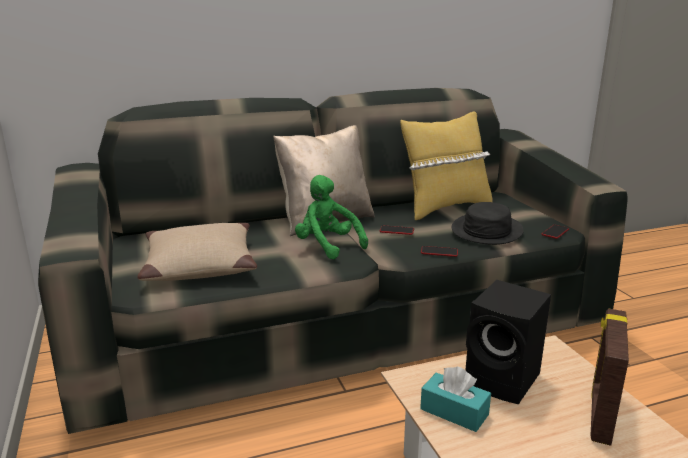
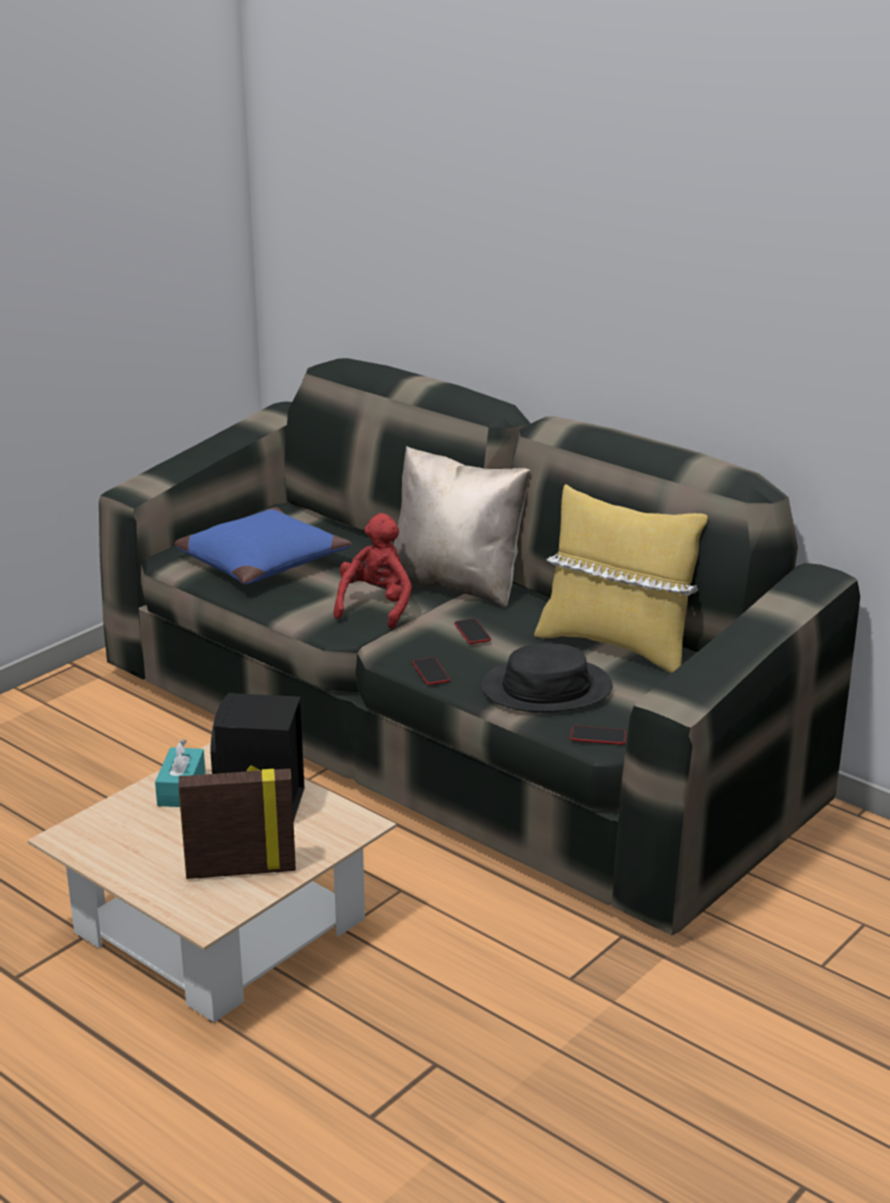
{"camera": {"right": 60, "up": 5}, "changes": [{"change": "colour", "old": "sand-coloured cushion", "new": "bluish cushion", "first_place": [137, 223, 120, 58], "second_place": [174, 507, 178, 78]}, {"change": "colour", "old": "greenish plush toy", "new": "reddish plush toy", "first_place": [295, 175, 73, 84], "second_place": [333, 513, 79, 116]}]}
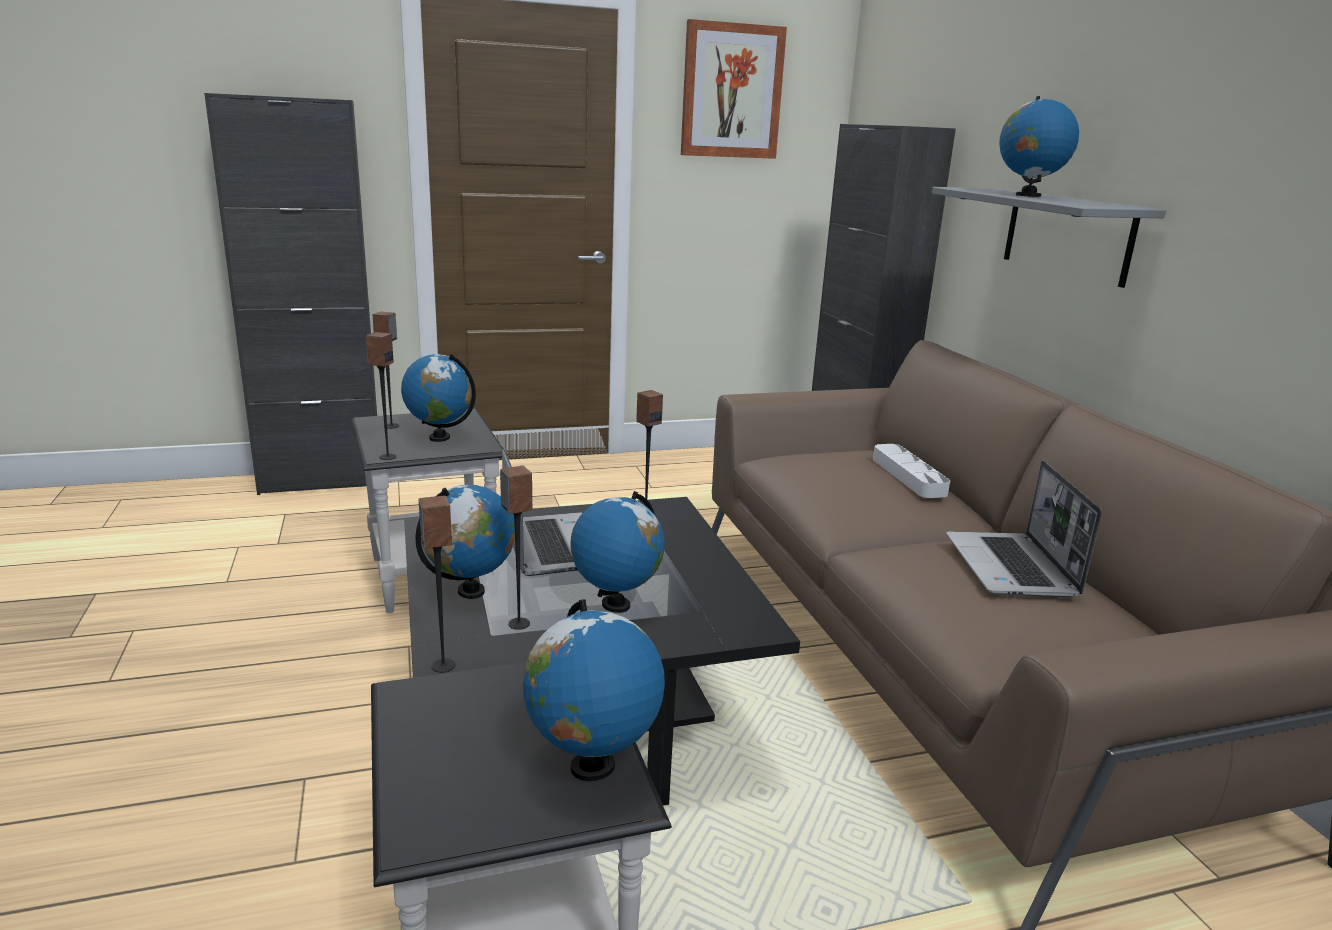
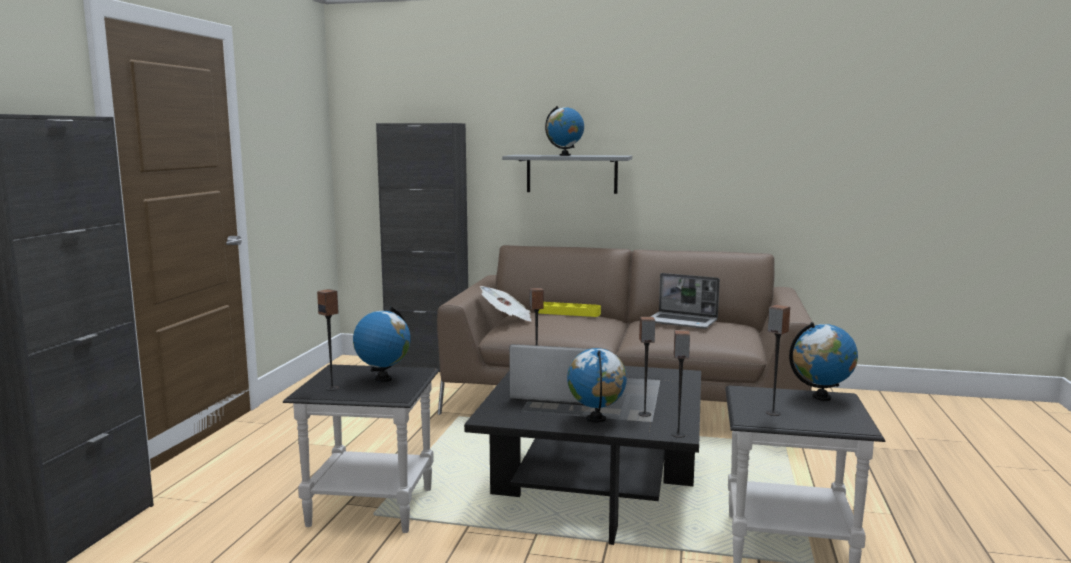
{"camera": {"right": -60, "up": -10}, "changes": [{"change": "missing", "old": "globe", "first_place": [570, 491, 95, 122]}, {"change": "missing", "old": "wall picture", "first_place": [681, 19, 106, 140]}, {"change": "appeared", "new": "printed paper", "second_place": [480, 286, 51, 36]}, {"change": "relocated", "old": "speaker", "first_place": [366, 332, 30, 128], "second_place": [766, 304, 24, 112]}, {"change": "colour", "old": "greyish carrying tray", "new": "yellow-coloured carrying tray", "first_place": [873, 444, 77, 54], "second_place": [538, 302, 63, 15]}]}
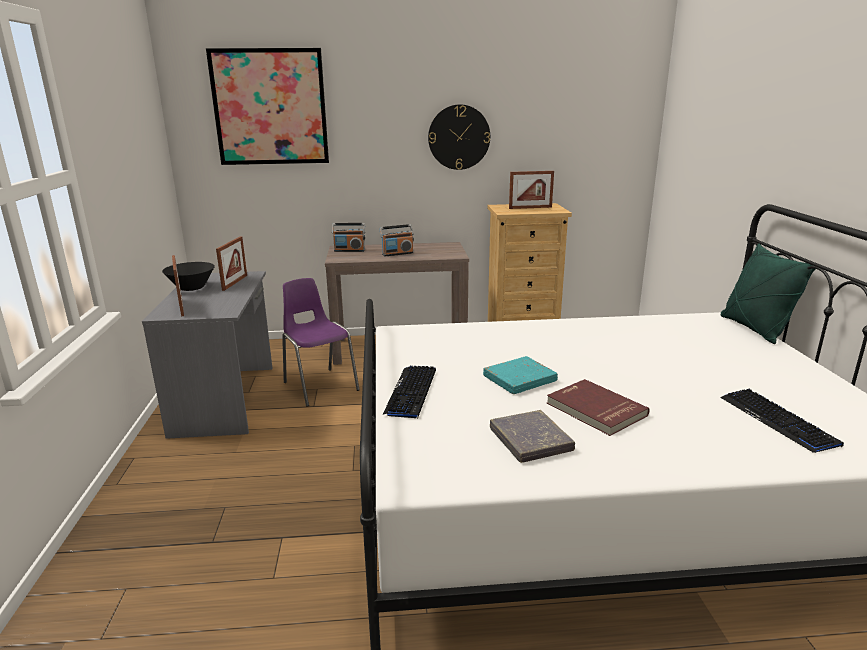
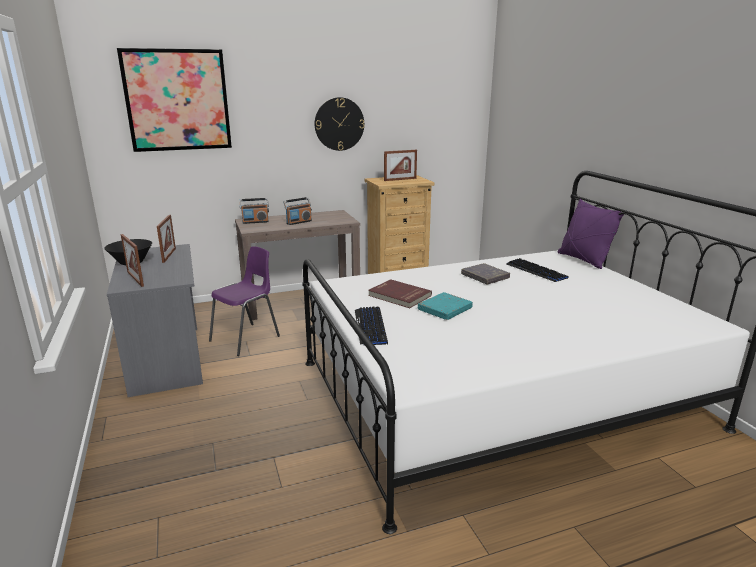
{"camera": {"right": -15, "up": 0}, "changes": [{"change": "relocated", "old": "greyish book", "first_place": [490, 410, 85, 53], "second_place": [461, 263, 49, 21]}, {"change": "relocated", "old": "reddish book", "first_place": [547, 379, 103, 57], "second_place": [368, 279, 64, 29]}, {"change": "relocated", "old": "keyboard", "first_place": [720, 389, 124, 64], "second_place": [506, 258, 62, 24]}, {"change": "colour", "old": "greenish cushion", "new": "purple-coloured cushion", "first_place": [721, 243, 94, 101], "second_place": [558, 199, 66, 70]}, {"change": "spun", "old": "purple-coloured upright chair", "first_place": [282, 278, 78, 129], "second_place": [209, 246, 71, 110], "degrees": 90}]}
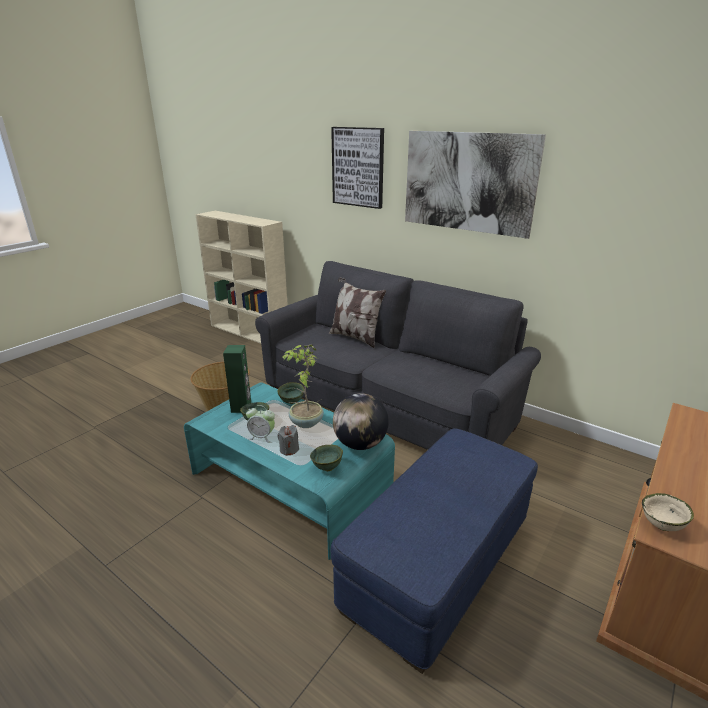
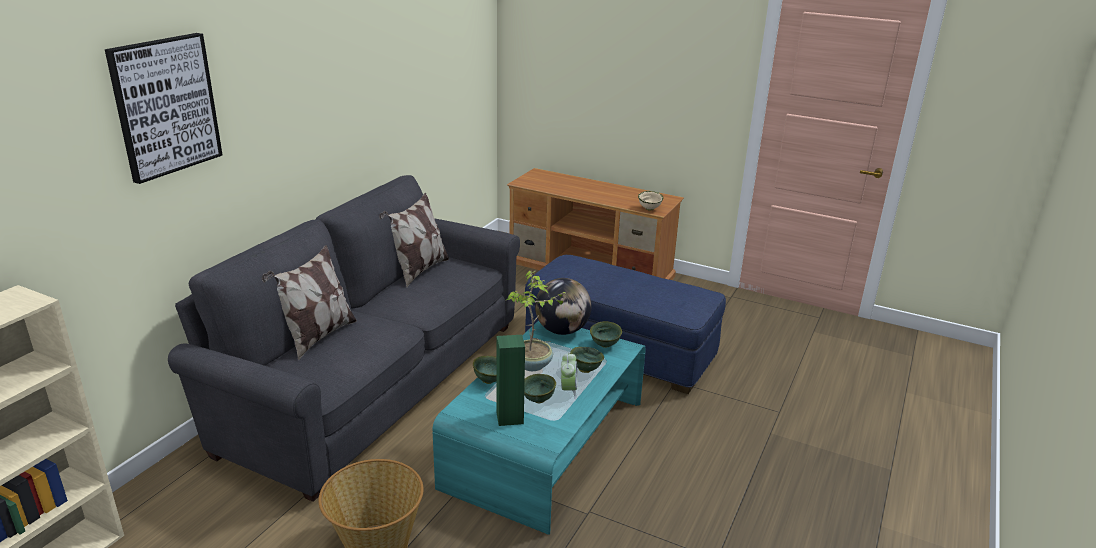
{"camera": {"right": -100, "up": 0}, "changes": [{"change": "missing", "old": "wall picture", "first_place": [405, 131, 141, 108]}, {"change": "appeared", "new": "cushion", "second_place": [379, 193, 70, 94]}, {"change": "exchanged", "old": "greyish wax candle", "new": "greenish bowl", "first_place": [278, 425, 21, 31], "second_place": [570, 347, 34, 26]}]}
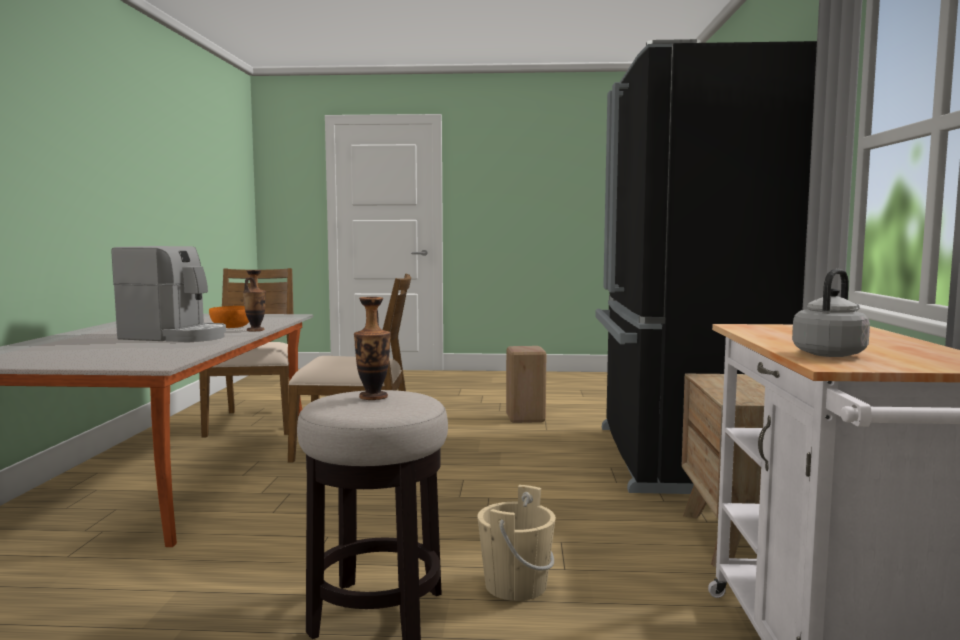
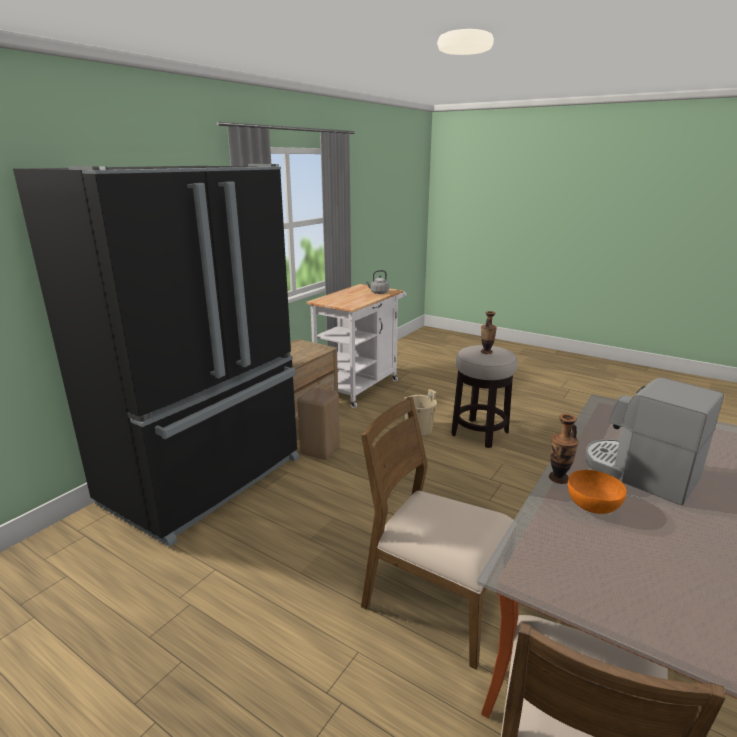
{"camera": {"right": -150, "up": 15}, "changes": [{"change": "relocated", "old": "sand-coloured sitting stool", "first_place": [506, 346, 40, 77], "second_place": [297, 388, 43, 72]}]}
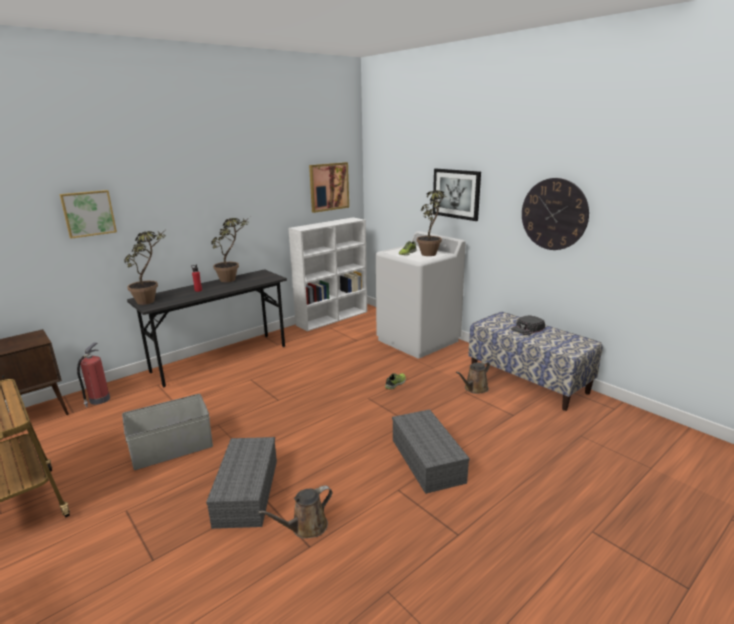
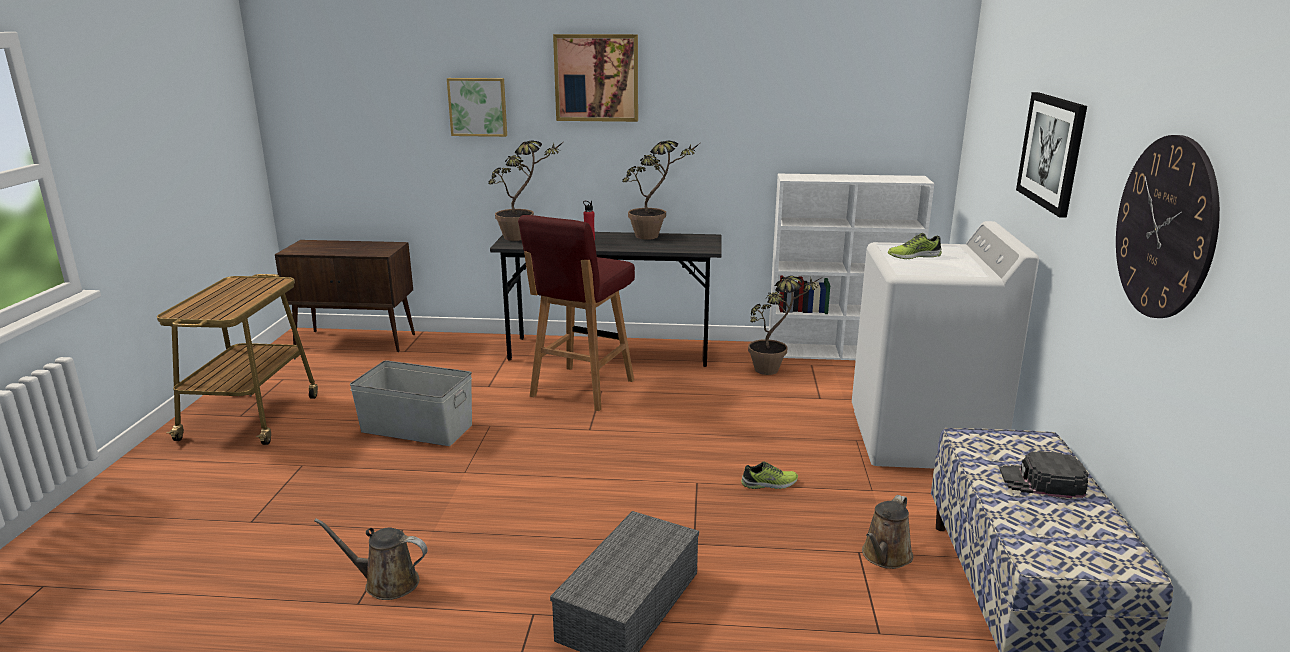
{"camera": {"right": 45, "up": 0}, "changes": [{"change": "missing", "old": "fire extinguisher", "first_place": [77, 343, 33, 64]}, {"change": "missing", "old": "greyish storage bin", "first_place": [206, 437, 71, 92]}, {"change": "appeared", "new": "reddish sitting stool", "second_place": [518, 215, 117, 196]}, {"change": "relocated", "old": "wall picture", "first_place": [309, 162, 40, 51], "second_place": [553, 34, 85, 88]}, {"change": "relocated", "old": "houseplant", "first_place": [417, 190, 29, 66], "second_place": [748, 276, 73, 99]}, {"change": "spun", "old": "brown watering can", "first_place": [456, 361, 34, 33], "second_place": [862, 495, 51, 74], "degrees": -60}]}
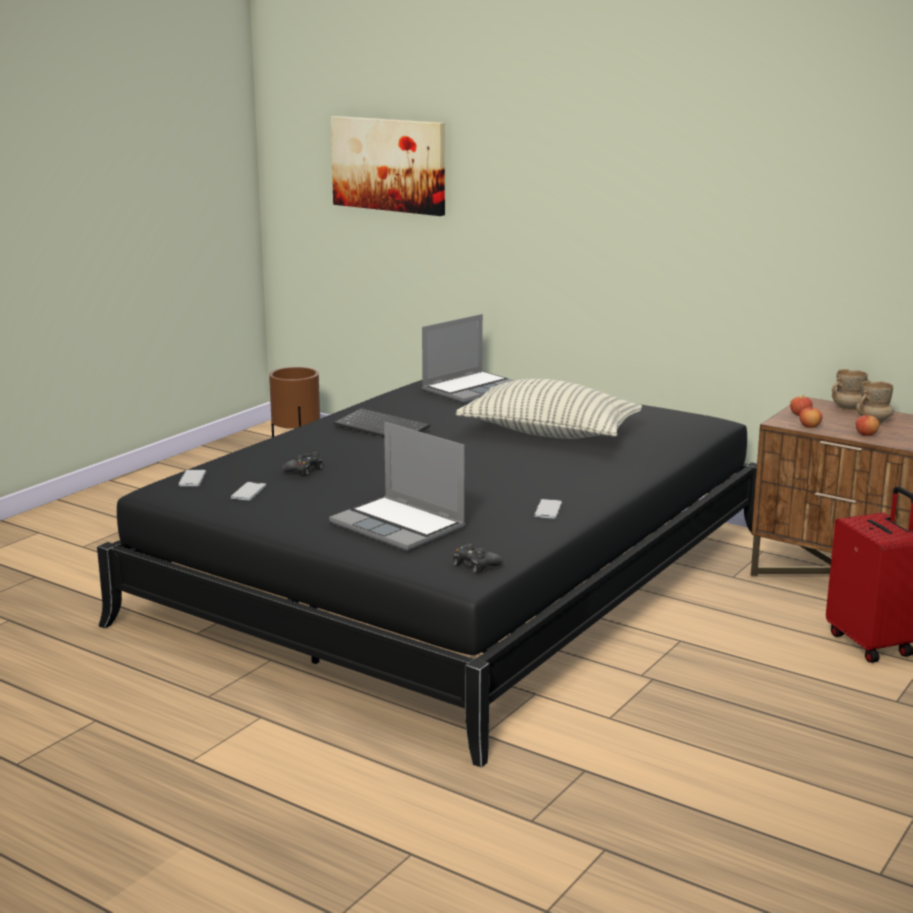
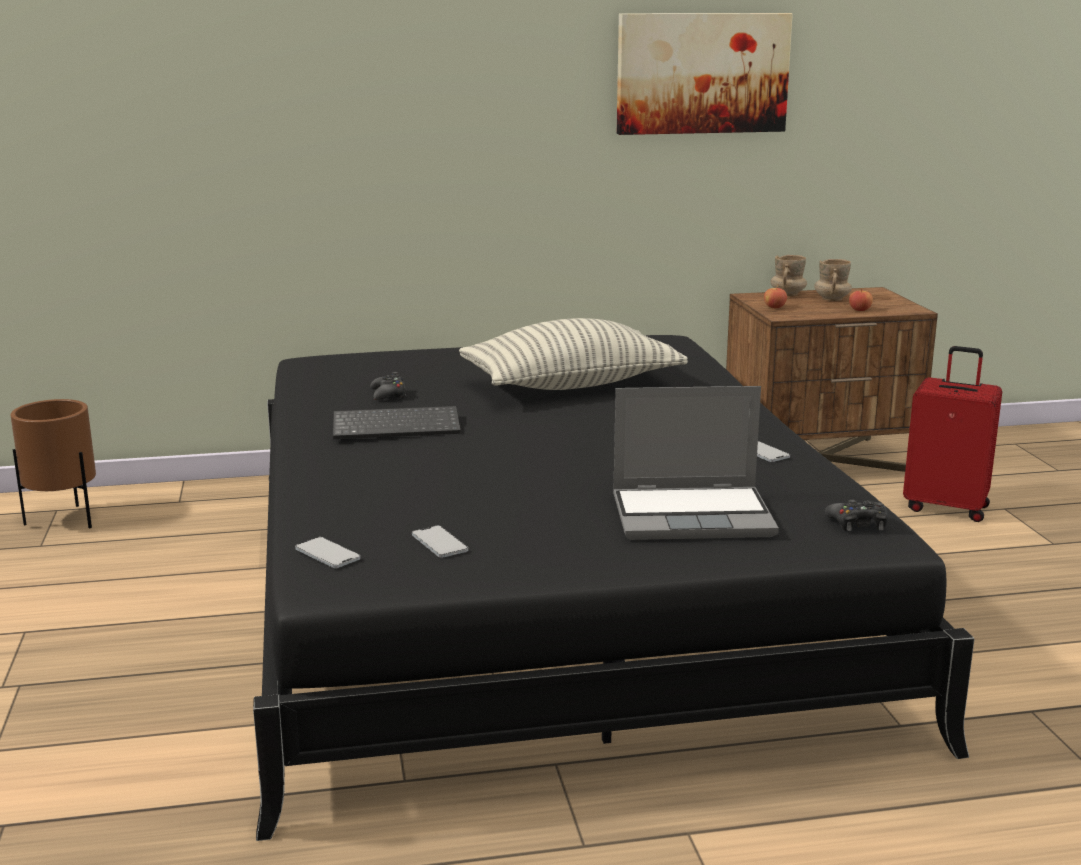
{"camera": {"right": -45, "up": 0}, "changes": [{"change": "missing", "old": "notebook computer", "first_place": [422, 314, 93, 89]}, {"change": "missing", "old": "whole apple", "first_place": [799, 405, 23, 23]}, {"change": "relocated", "old": "blackish game controller", "first_place": [282, 452, 40, 23], "second_place": [371, 372, 35, 28]}, {"change": "relocated", "old": "wall picture", "first_place": [331, 116, 114, 100], "second_place": [617, 13, 176, 122]}]}
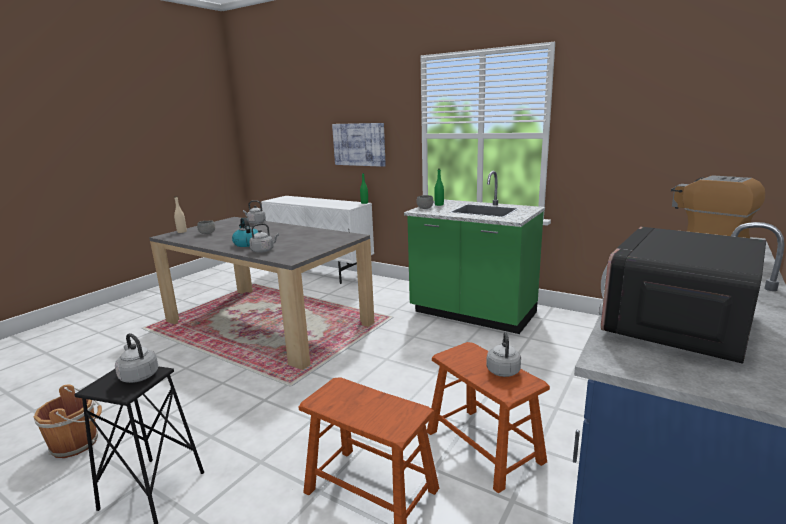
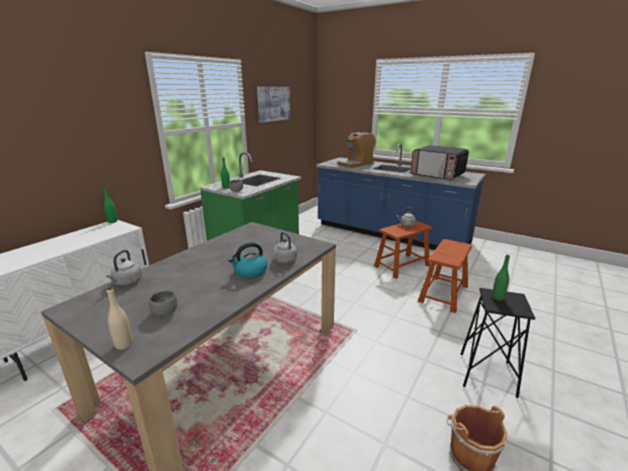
{"camera": {"right": -90, "up": 5}, "changes": [{"change": "relocated", "old": "wall picture", "first_place": [332, 123, 54, 44], "second_place": [257, 87, 33, 36]}, {"change": "exchanged", "old": "greyish water kettle", "new": "greenish drink bottle", "first_place": [115, 333, 43, 50], "second_place": [492, 255, 18, 46]}]}
